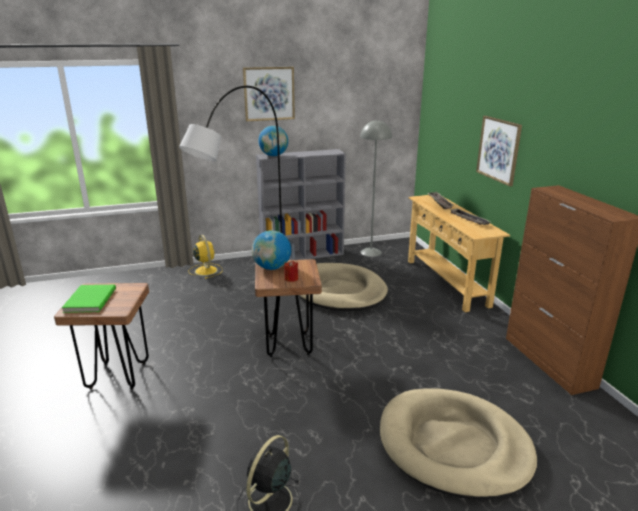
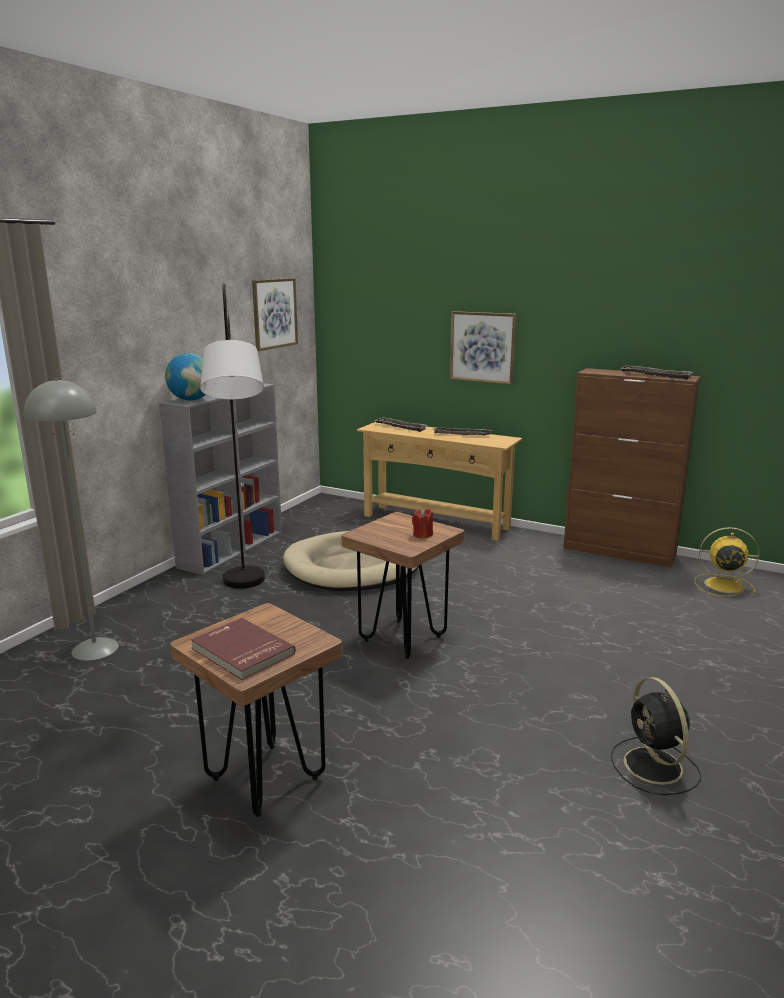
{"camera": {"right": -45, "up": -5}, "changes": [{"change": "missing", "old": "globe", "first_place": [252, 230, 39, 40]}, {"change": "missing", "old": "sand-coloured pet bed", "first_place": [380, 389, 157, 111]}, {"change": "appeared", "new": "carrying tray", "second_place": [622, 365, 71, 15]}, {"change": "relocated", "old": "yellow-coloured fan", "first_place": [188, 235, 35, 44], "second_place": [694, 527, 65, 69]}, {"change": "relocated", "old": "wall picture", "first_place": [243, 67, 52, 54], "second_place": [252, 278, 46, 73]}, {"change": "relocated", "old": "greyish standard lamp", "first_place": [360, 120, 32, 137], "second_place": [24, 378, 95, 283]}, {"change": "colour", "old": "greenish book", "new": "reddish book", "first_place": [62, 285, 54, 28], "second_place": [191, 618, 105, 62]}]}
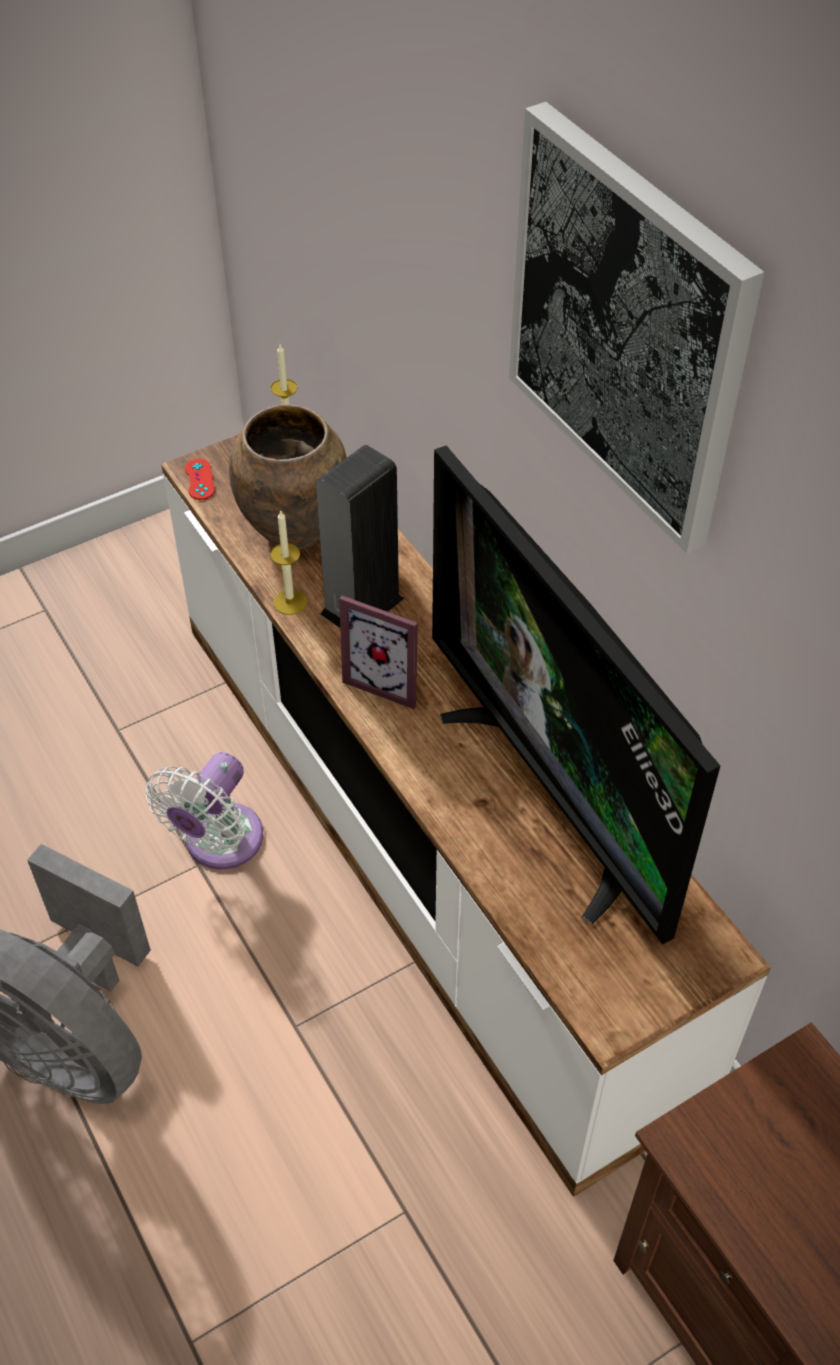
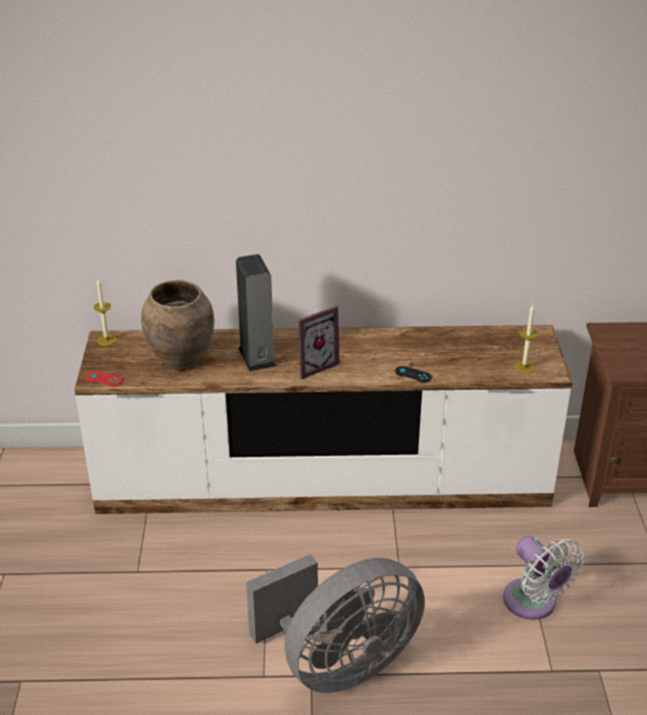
{"camera": {"right": -60, "up": -15}, "changes": [{"change": "missing", "old": "television", "first_place": [432, 446, 289, 499]}, {"change": "missing", "old": "wall picture", "first_place": [509, 102, 255, 452]}, {"change": "appeared", "new": "blackish game controller", "second_place": [395, 366, 37, 17]}, {"change": "relocated", "old": "whitish fan", "first_place": [146, 752, 118, 117], "second_place": [503, 536, 81, 84]}, {"change": "relocated", "old": "wax candle", "first_place": [270, 511, 37, 104], "second_place": [514, 305, 24, 69]}]}
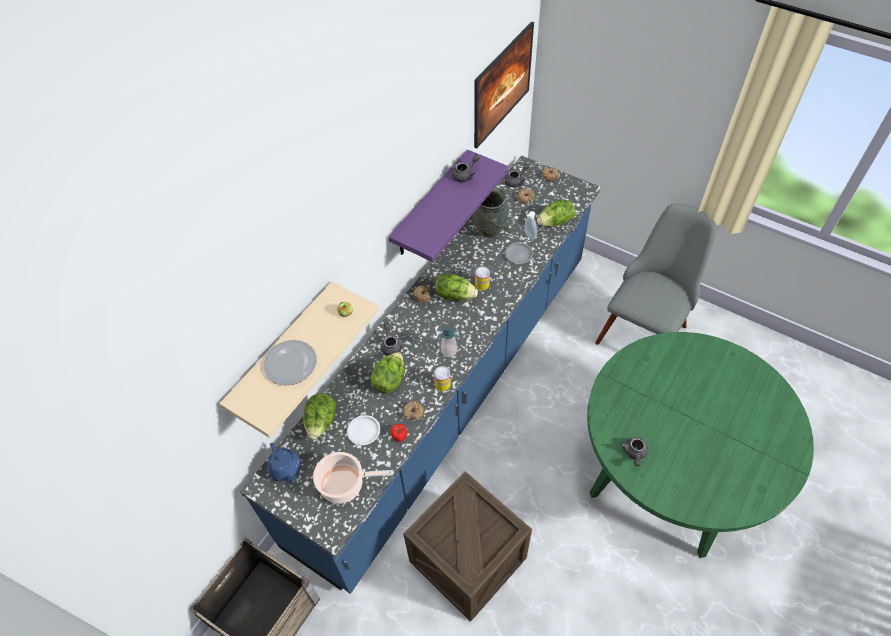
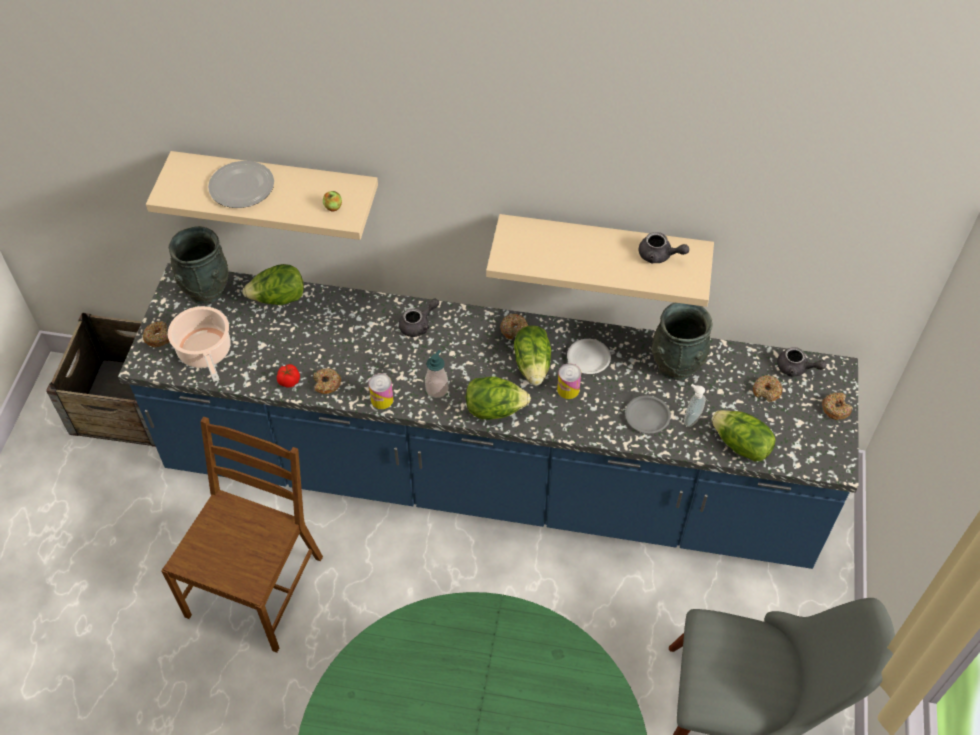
{"camera": {"right": 65, "up": 0}, "changes": [{"change": "missing", "old": "wall picture", "first_place": [474, 21, 60, 128]}, {"change": "missing", "old": "greyish pot for tea", "first_place": [621, 437, 27, 29]}, {"change": "appeared", "new": "ring doughnut", "second_place": [143, 321, 26, 27]}, {"change": "relocated", "old": "whitish flat dish", "first_place": [347, 415, 33, 30], "second_place": [567, 339, 44, 35]}, {"change": "relocated", "old": "head of lettuce", "first_place": [370, 352, 35, 41], "second_place": [466, 377, 65, 43]}, {"change": "exchanged", "old": "bluish pot for tea", "new": "greyish flower vase", "first_place": [267, 443, 34, 39], "second_place": [169, 226, 60, 78]}, {"change": "exchanged", "old": "packing crate", "new": "brown upright chair", "first_place": [403, 471, 129, 151], "second_place": [161, 416, 162, 237]}, {"change": "colour", "old": "purple-coloured bracket shelf", "new": "sand-coloured bracket shelf", "first_place": [388, 149, 121, 113], "second_place": [486, 214, 228, 93]}]}
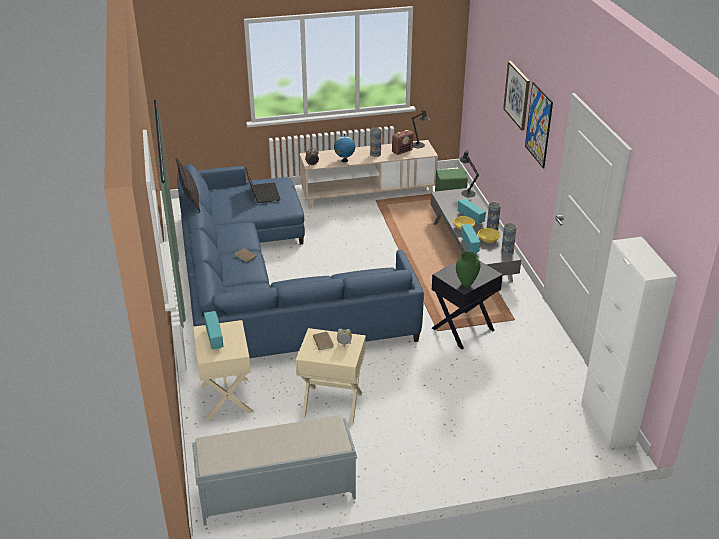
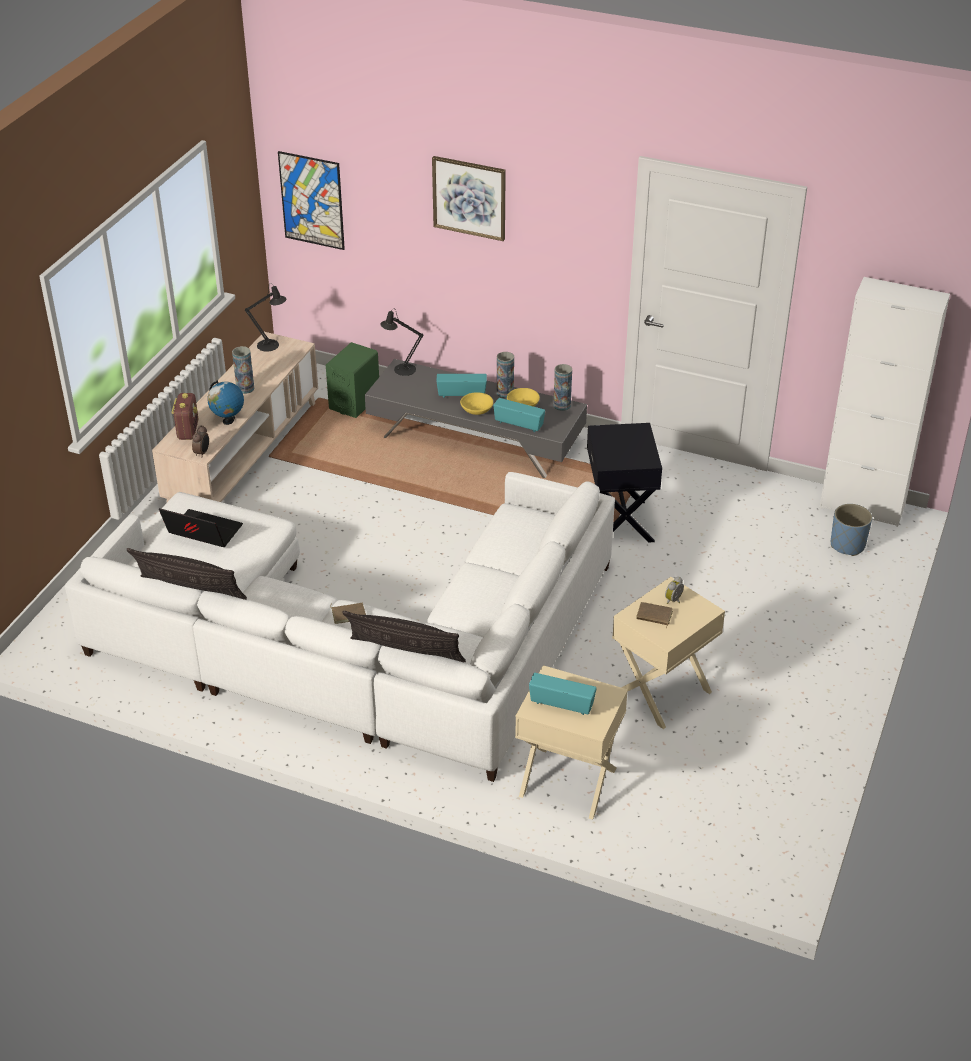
{"camera": {"right": -55, "up": 5}, "changes": [{"change": "missing", "old": "greyish indoor bench", "first_place": [192, 416, 165, 109]}, {"change": "missing", "old": "greenish flower vase", "first_place": [456, 252, 24, 35]}, {"change": "appeared", "new": "cushion", "second_place": [342, 611, 124, 51]}, {"change": "appeared", "new": "bluish flower pot", "second_place": [831, 504, 41, 52]}, {"change": "relocated", "old": "radio set", "first_place": [392, 130, 21, 25], "second_place": [171, 393, 27, 47]}, {"change": "relocated", "old": "wall picture", "first_place": [525, 82, 28, 86], "second_place": [278, 151, 67, 99]}, {"change": "colour", "old": "bluish sofa", "new": "whitish sofa", "first_place": [177, 164, 247, 194], "second_place": [65, 472, 550, 310]}]}
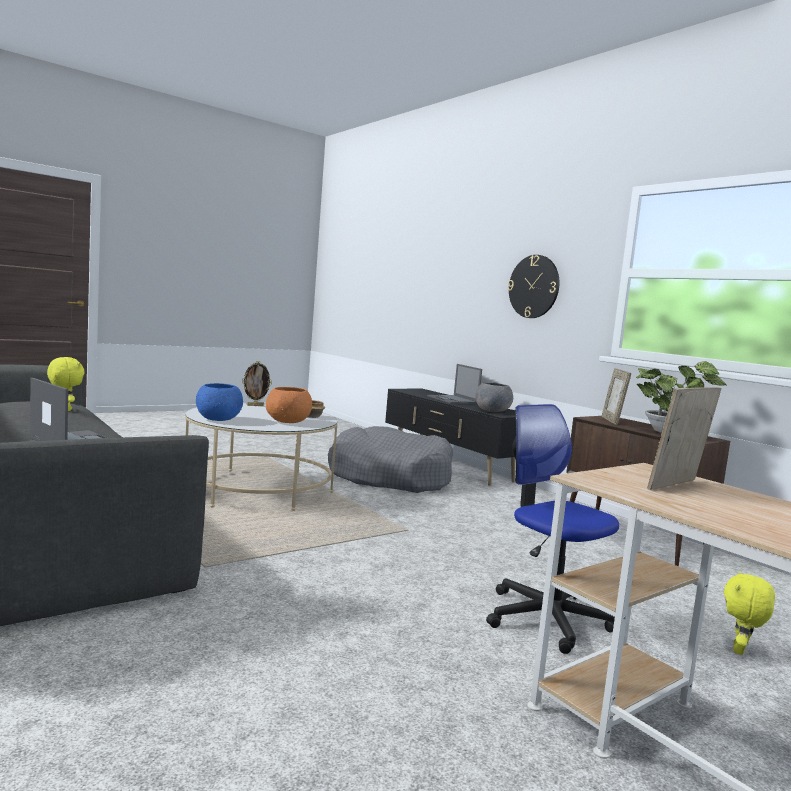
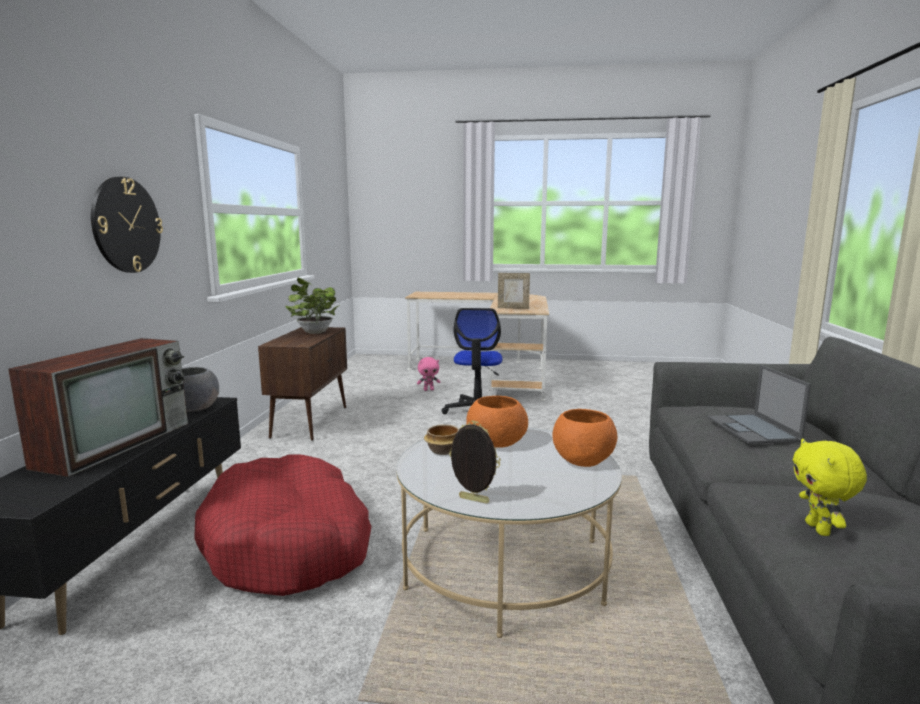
{"camera": {"right": -135, "up": 5}, "changes": [{"change": "missing", "old": "standing frame", "first_place": [602, 368, 29, 57]}, {"change": "exchanged", "old": "notebook computer", "new": "television", "first_place": [427, 364, 55, 40], "second_place": [8, 338, 180, 139]}, {"change": "colour", "old": "bluish bowl", "new": "orange-coloured bowl", "first_place": [196, 383, 47, 38], "second_place": [552, 409, 66, 58]}, {"change": "colour", "old": "greyish pet bed", "new": "reddish pet bed", "first_place": [328, 426, 125, 67], "second_place": [194, 455, 178, 141]}, {"change": "colour", "old": "yellow-coloured plush toy", "new": "pinkish plush toy", "first_place": [724, 571, 51, 84], "second_place": [417, 357, 23, 34]}]}
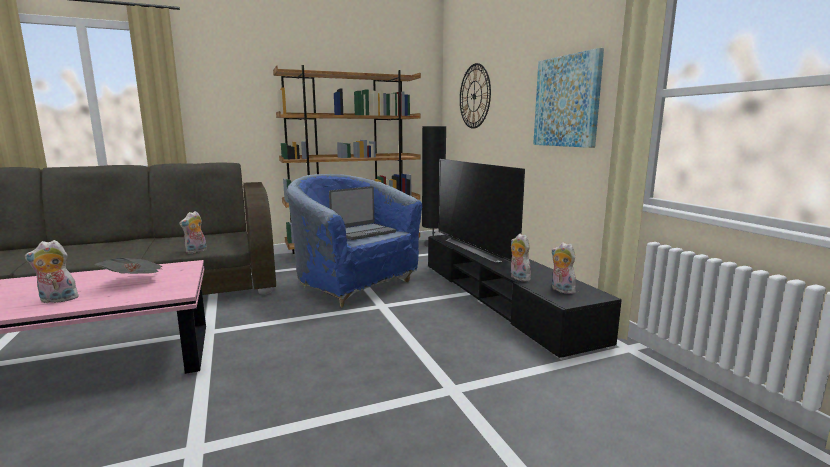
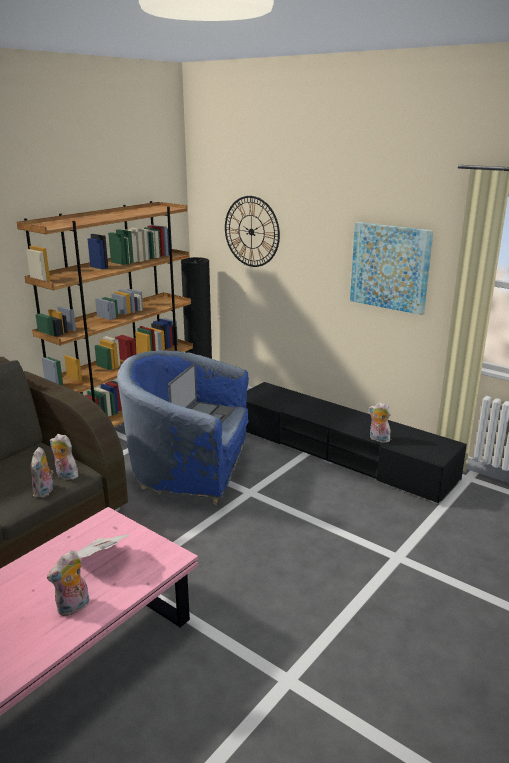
{"camera": {"right": -30, "up": 10}, "changes": [{"change": "missing", "old": "television", "first_place": [439, 159, 86, 103]}, {"change": "relocated", "old": "plush toy", "first_place": [551, 242, 25, 52], "second_place": [50, 434, 28, 46]}]}
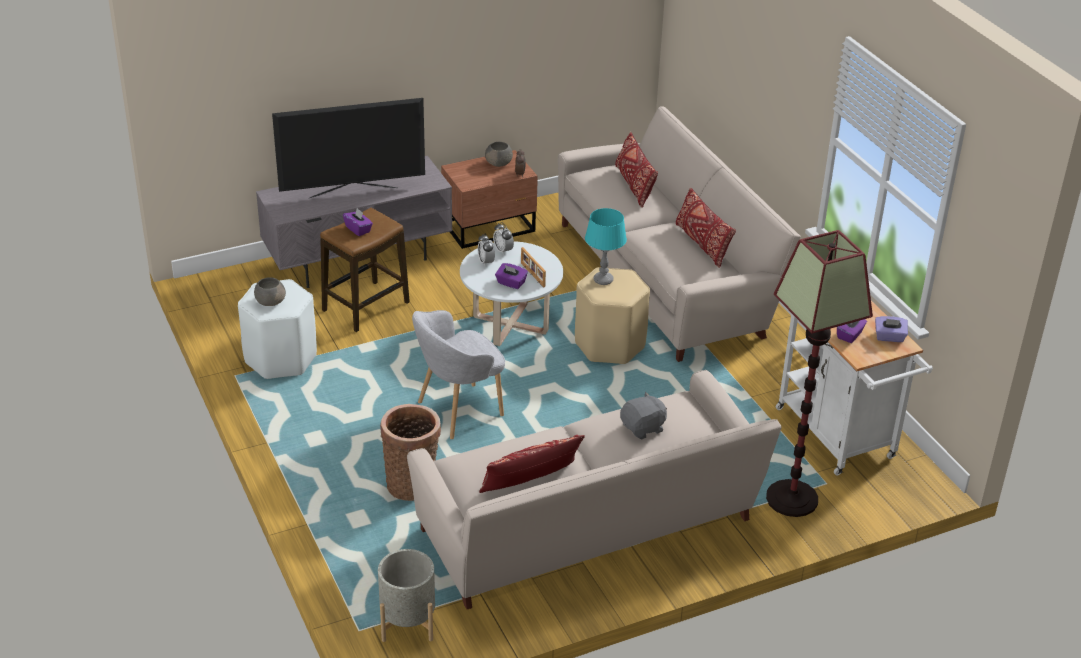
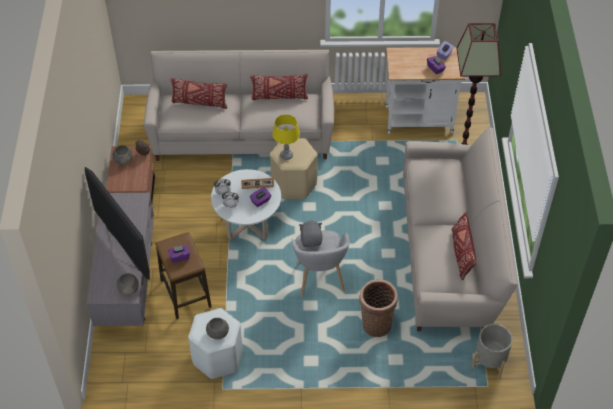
{"camera": {"right": -65, "up": 15}, "changes": [{"change": "appeared", "new": "greyish bowl", "second_place": [117, 273, 22, 22]}, {"change": "relocated", "old": "greyish plush toy", "first_place": [620, 392, 47, 48], "second_place": [299, 221, 24, 26]}, {"change": "colour", "old": "turquoise lamp for a table", "new": "yellow-coloured lamp for a table", "first_place": [585, 208, 42, 77], "second_place": [272, 115, 28, 45]}, {"change": "spun", "old": "television", "first_place": [272, 98, 153, 100], "second_place": [85, 167, 65, 113], "degrees": 135}]}
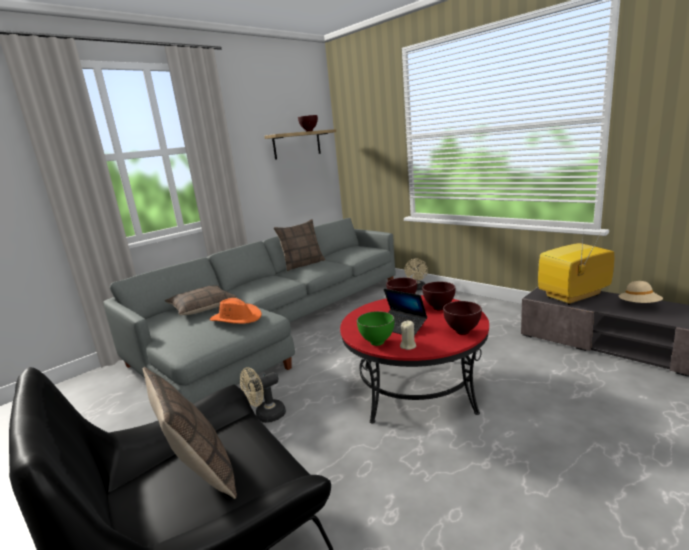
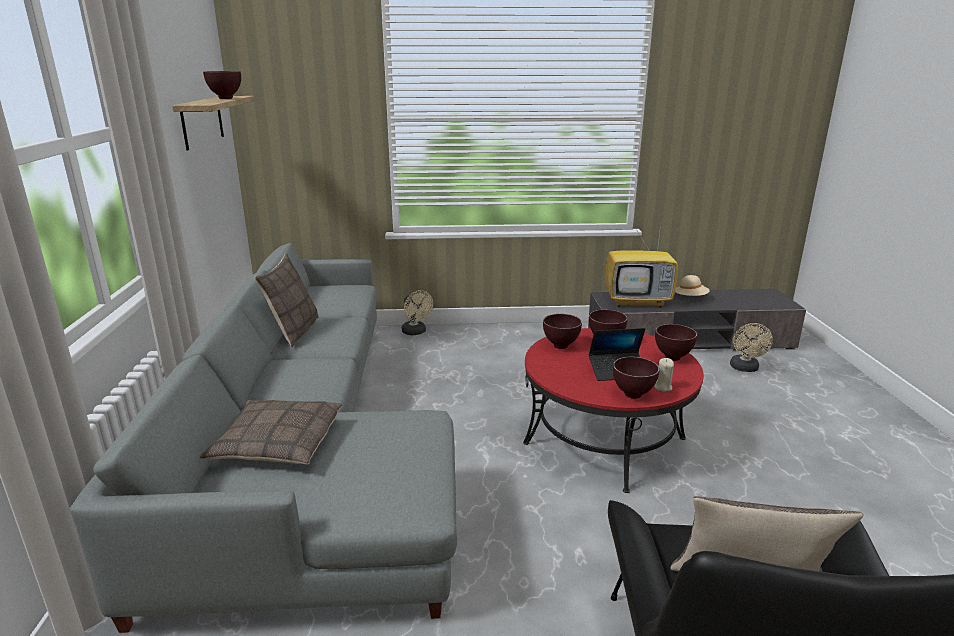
{"camera": {"right": -50, "up": 5}, "changes": [{"change": "missing", "old": "orange-coloured clothing hat", "first_place": [210, 298, 52, 26]}, {"change": "relocated", "old": "sand-coloured fan", "first_place": [240, 367, 46, 56], "second_place": [730, 323, 43, 49]}, {"change": "colour", "old": "greenish bowl", "new": "brown bowl", "first_place": [357, 311, 37, 35], "second_place": [613, 357, 47, 42]}, {"change": "spun", "old": "television", "first_place": [538, 229, 76, 76], "second_place": [605, 216, 73, 92], "degrees": -105}]}
